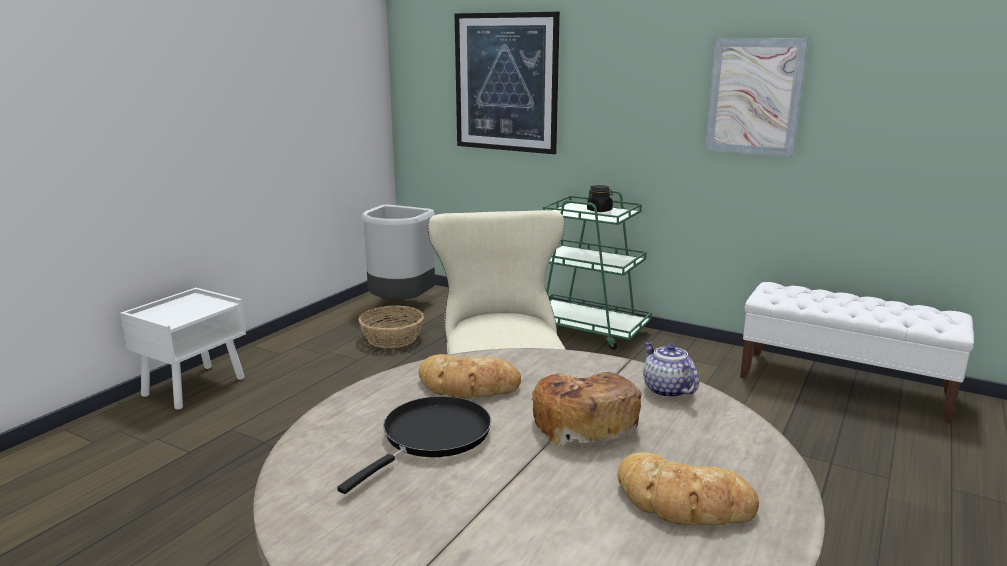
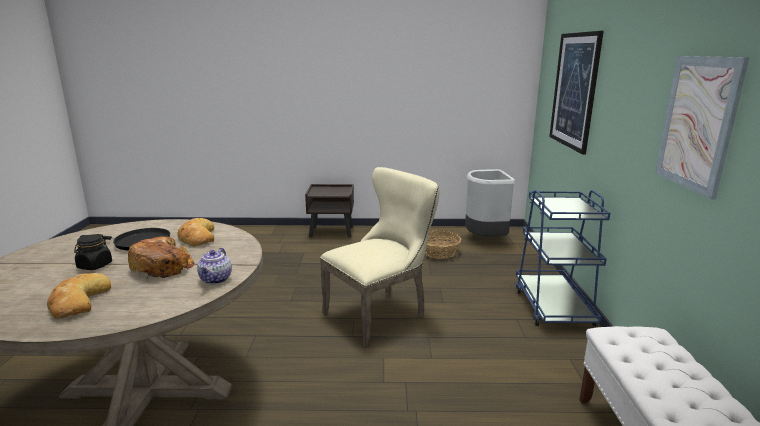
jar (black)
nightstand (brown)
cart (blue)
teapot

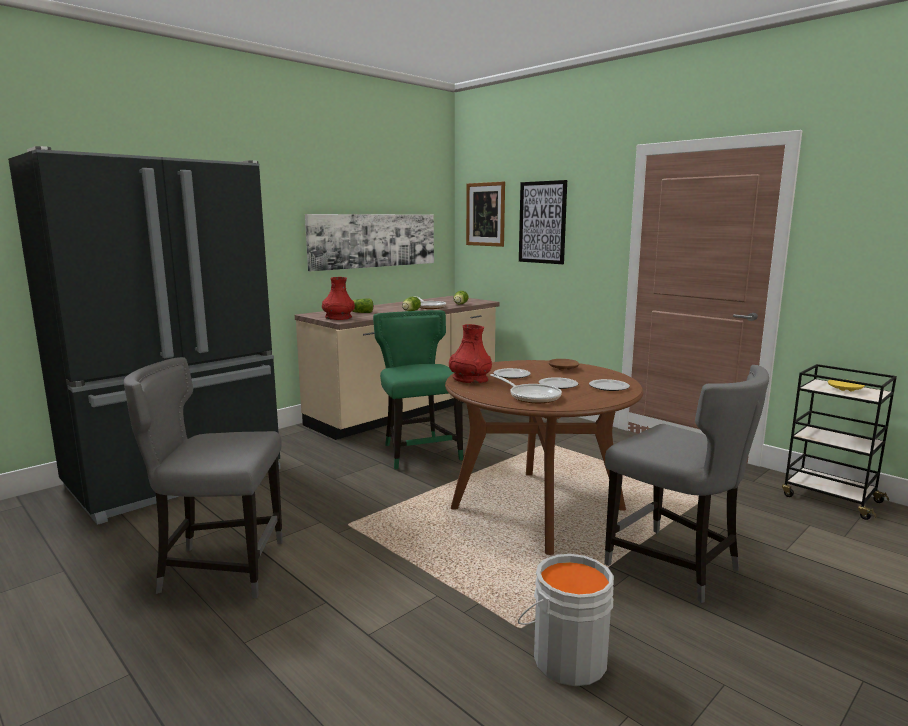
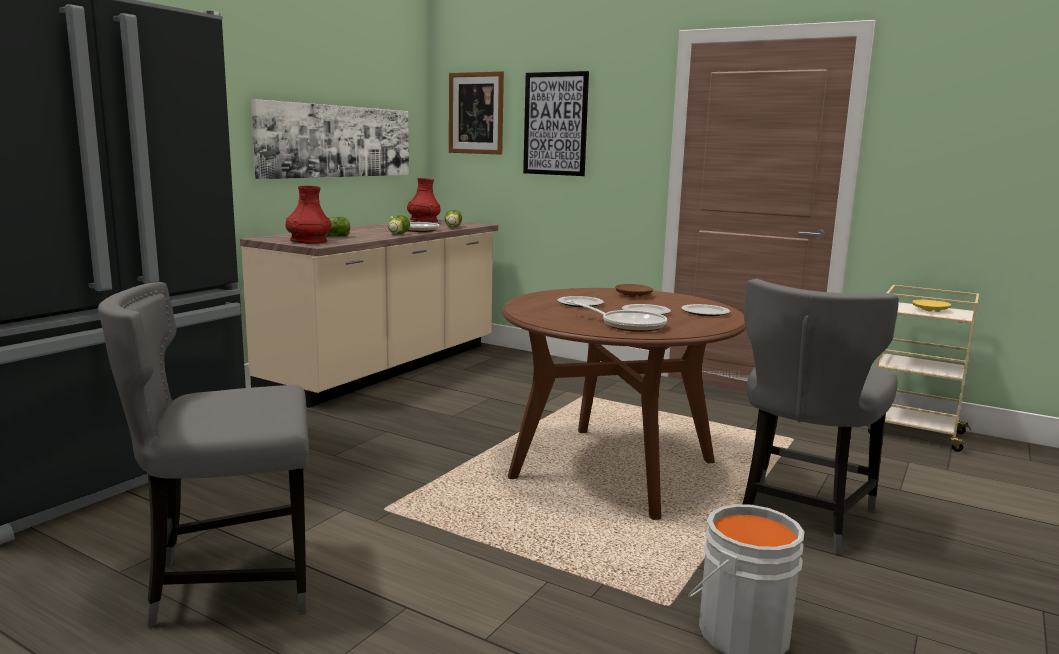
chair (green)
vase (red) (2nd from left)
cart (beige)
chair (grey) (2nd from left)

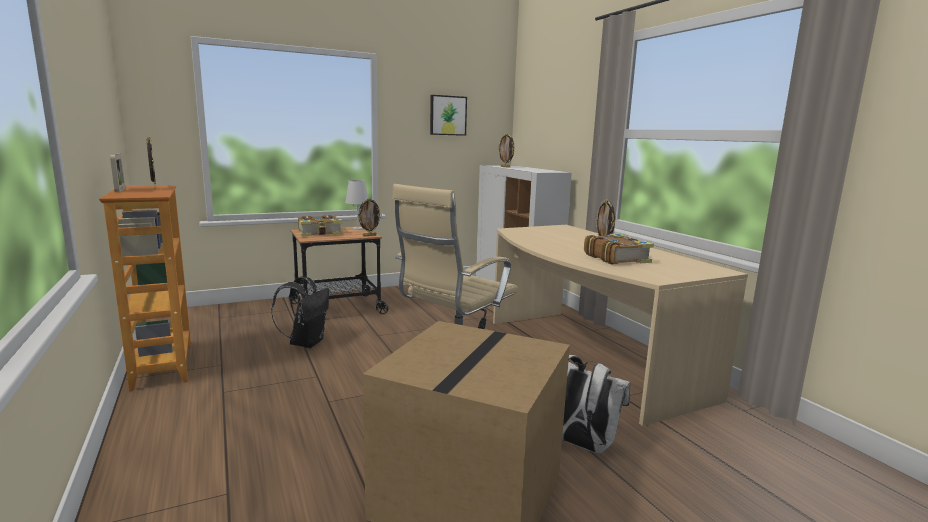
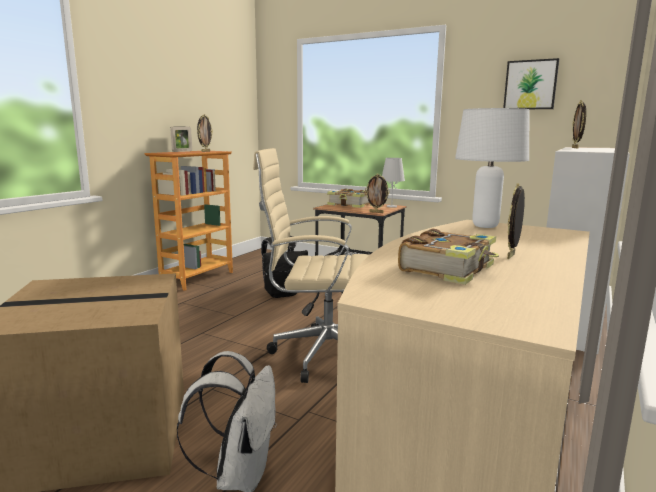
table lamp (white) (2nd from left)

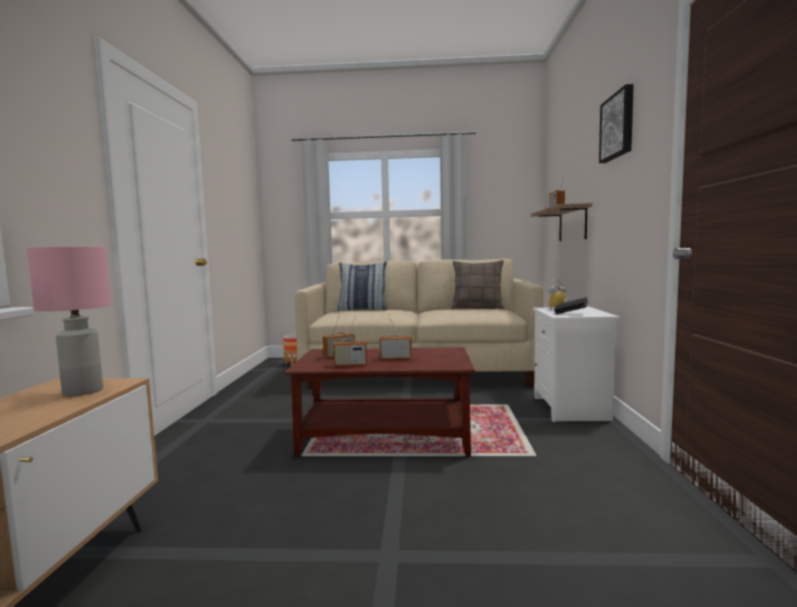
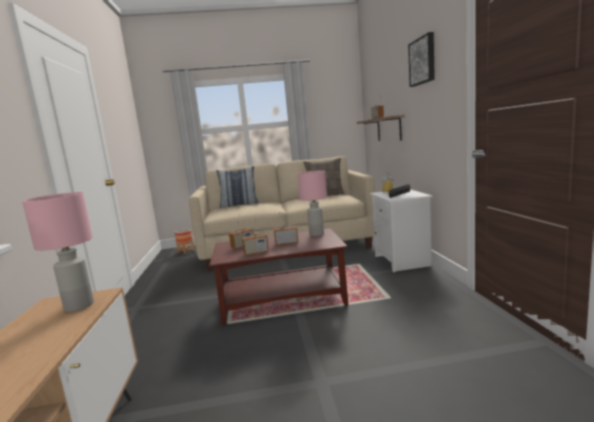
table lamp (pink) (2nd from left)

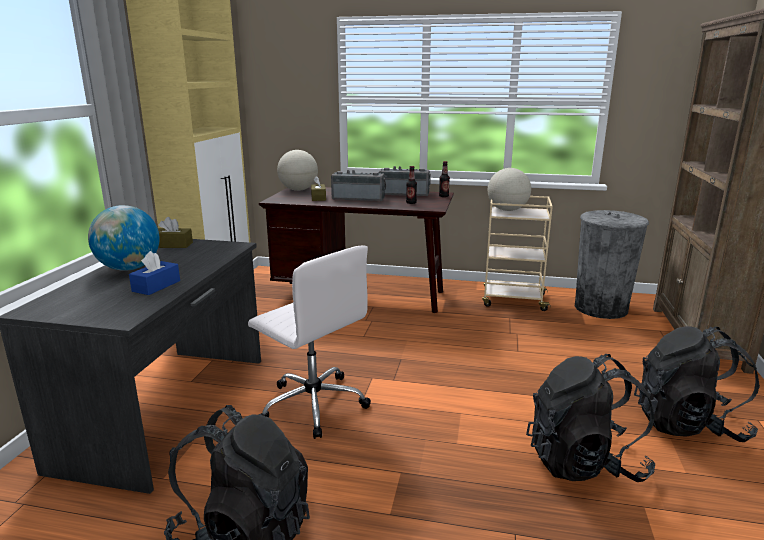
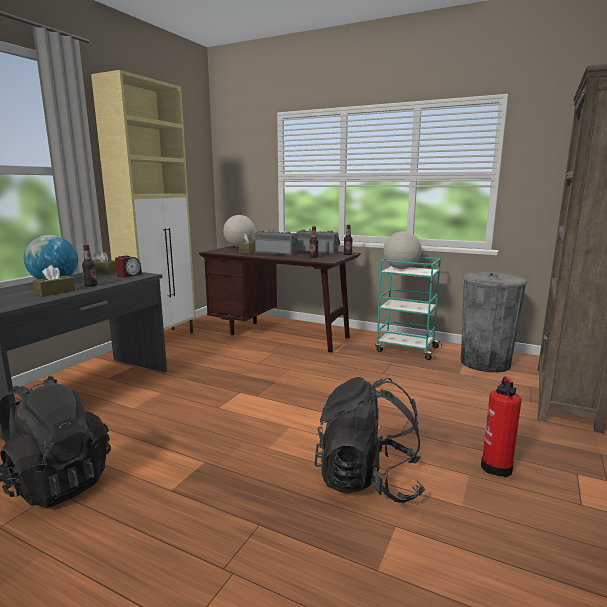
office chair (white)
bottle (1st from left)
alarm clock
fire extinguisher
tissue box (brown) (1st from left)
cart (turquoise)

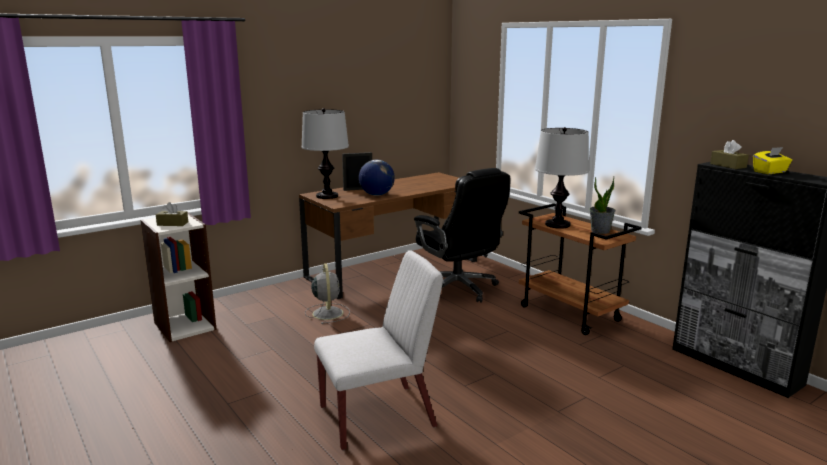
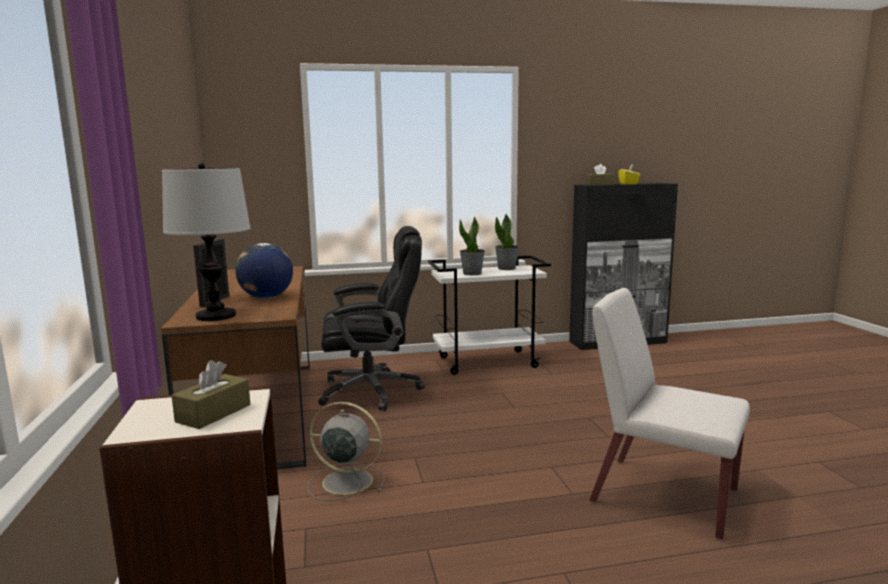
potted plant (1st from left)
cart (white)
chair (white)

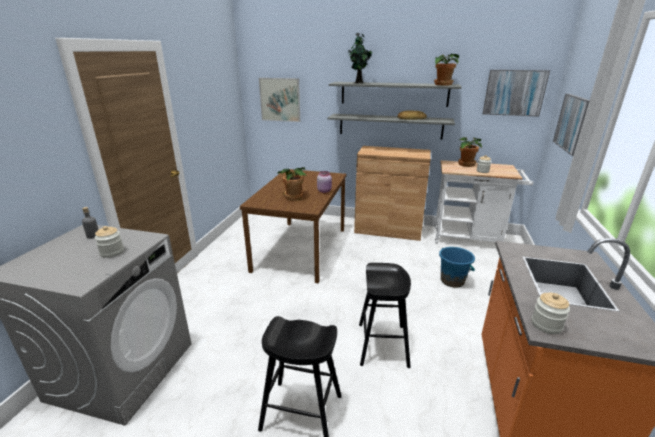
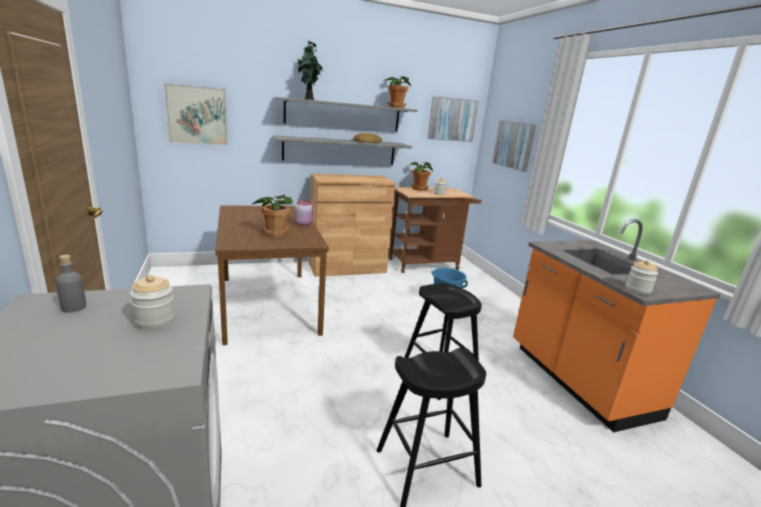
cart (brown)

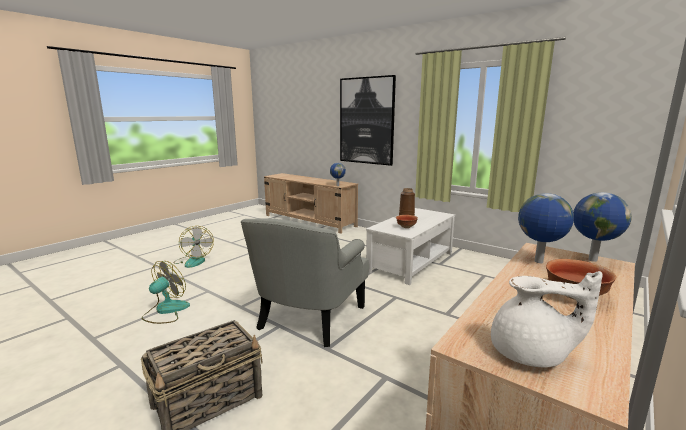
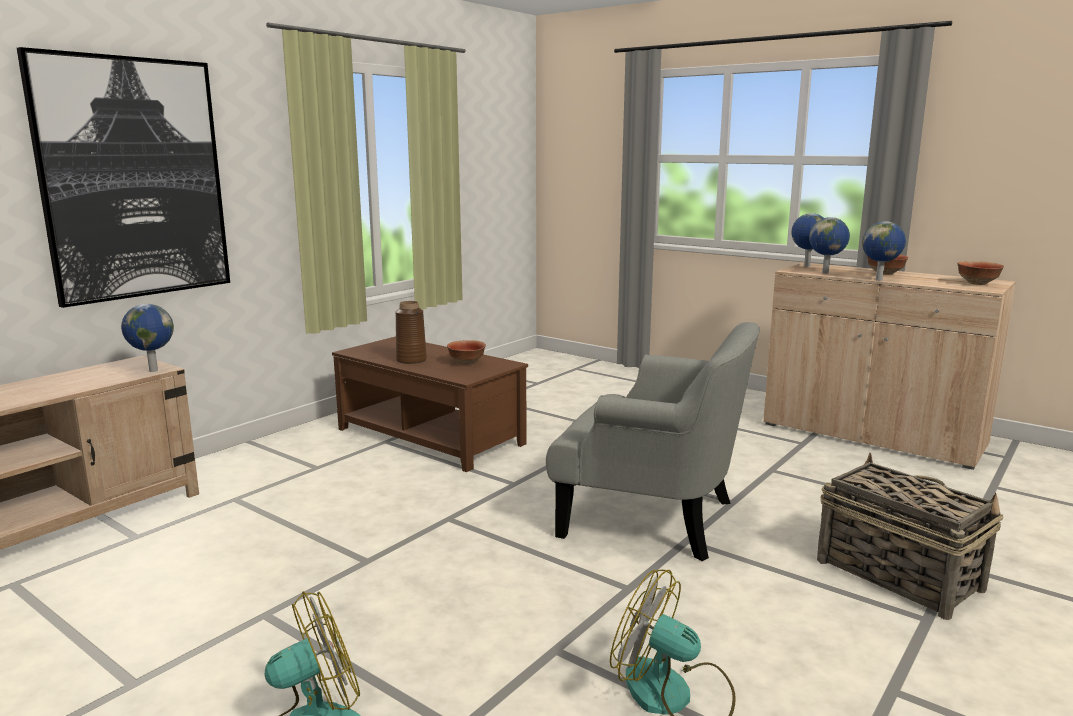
globe (4th from left)
bowl (3rd from left)
coffee table (brown)

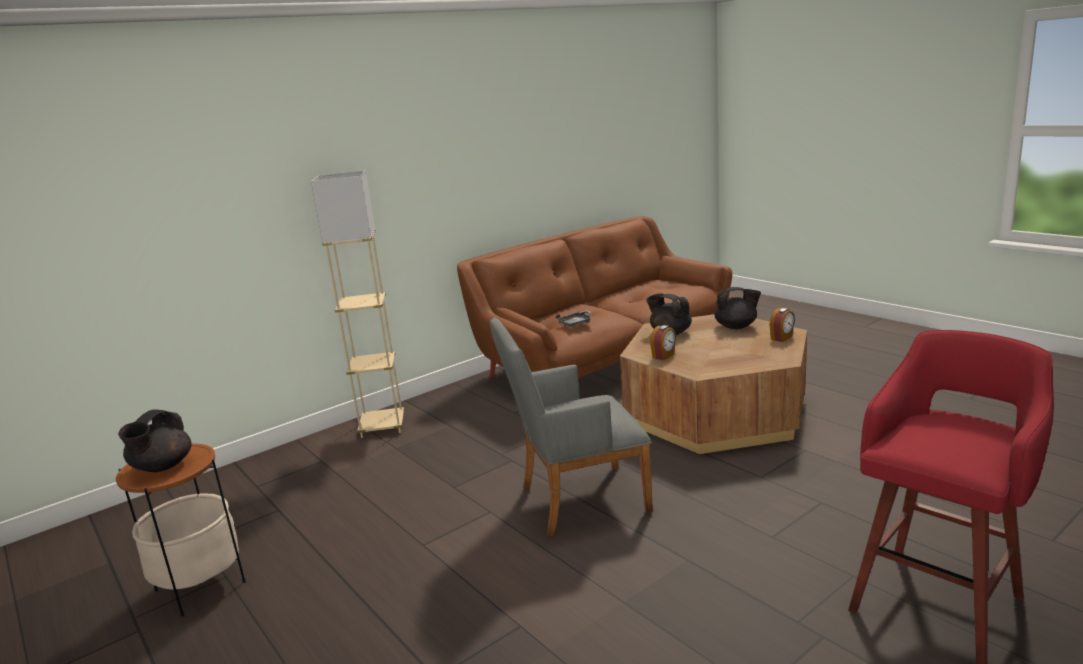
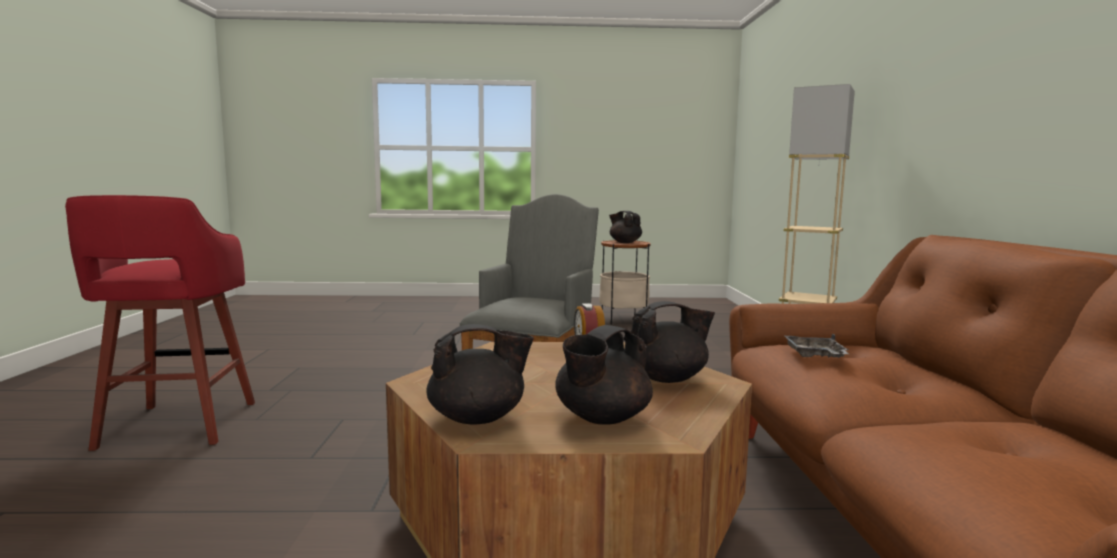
teapot (black) (1st from left)

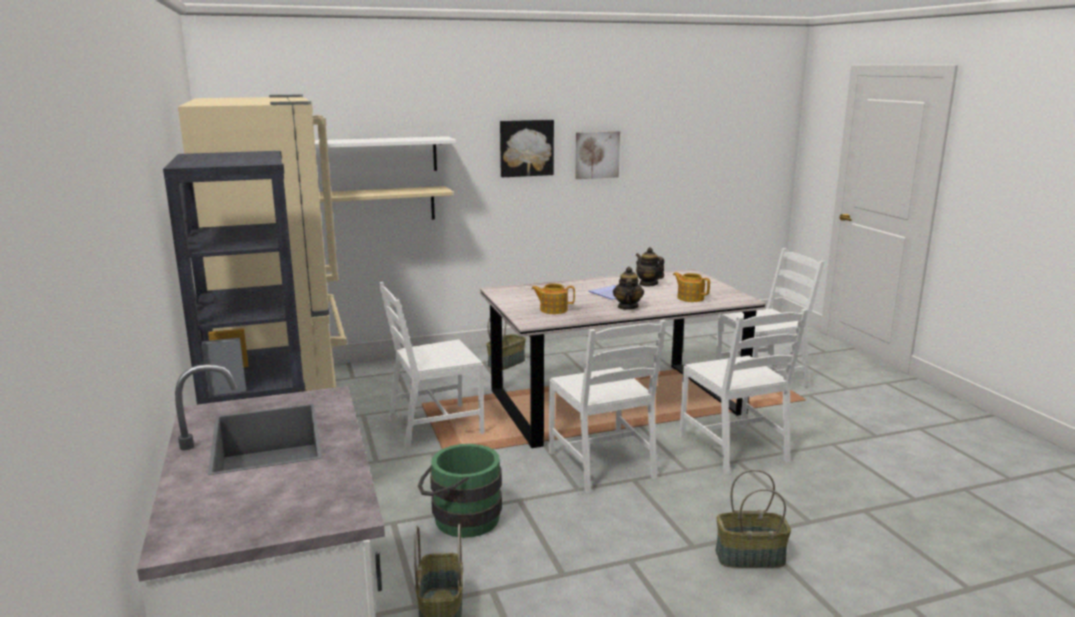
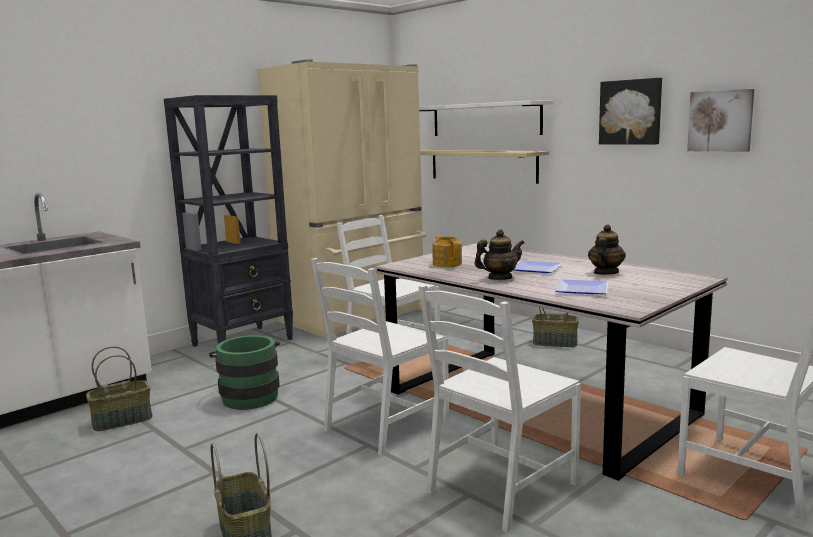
plate (2nd from left)

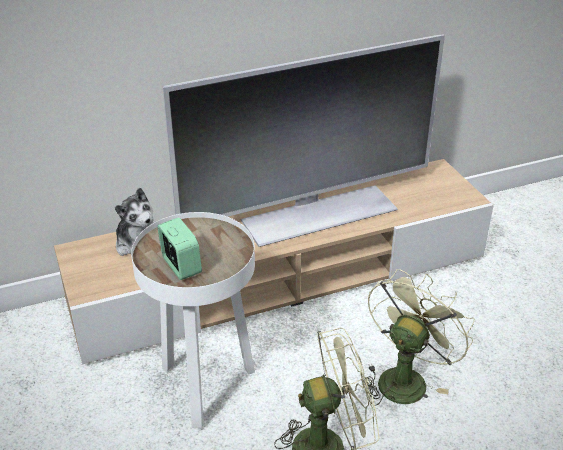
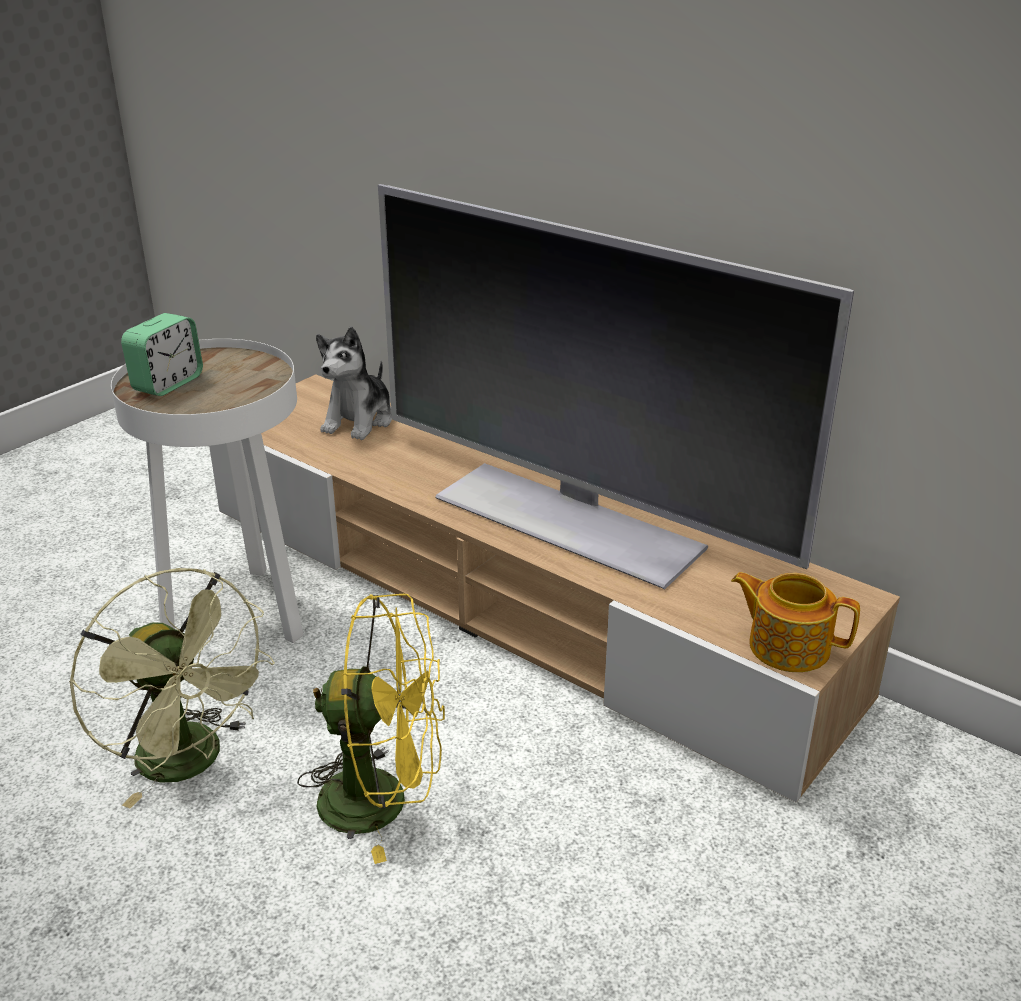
teapot
fan (yellow)

